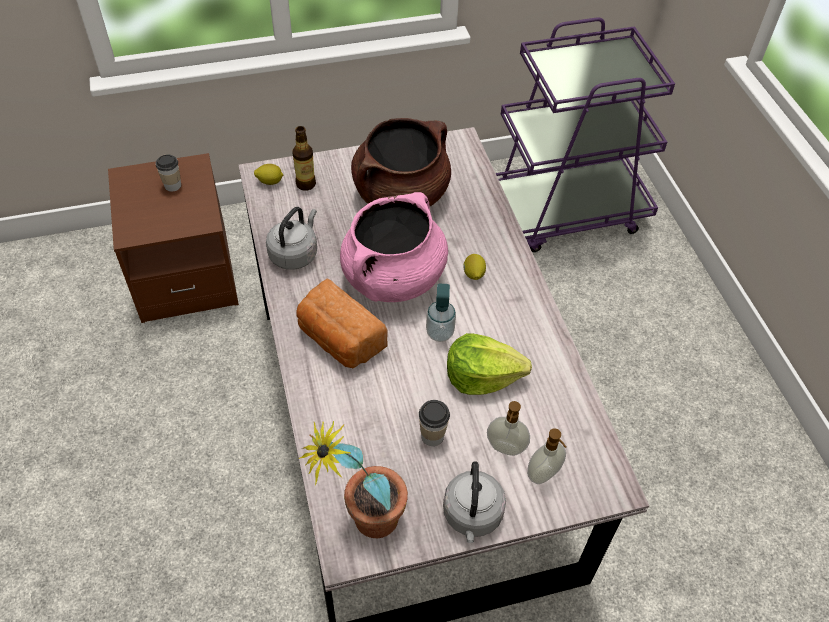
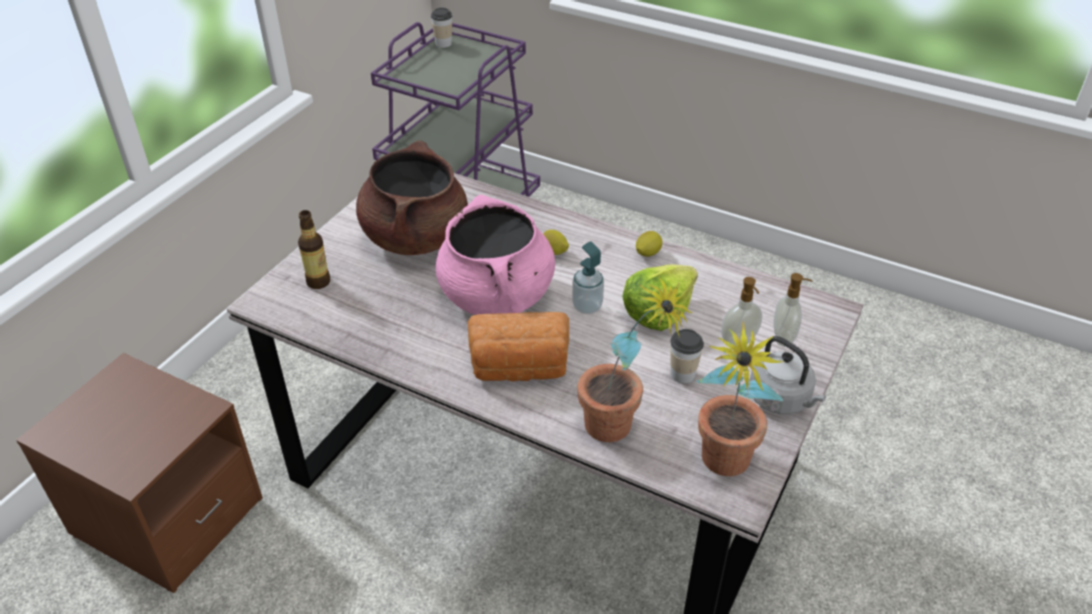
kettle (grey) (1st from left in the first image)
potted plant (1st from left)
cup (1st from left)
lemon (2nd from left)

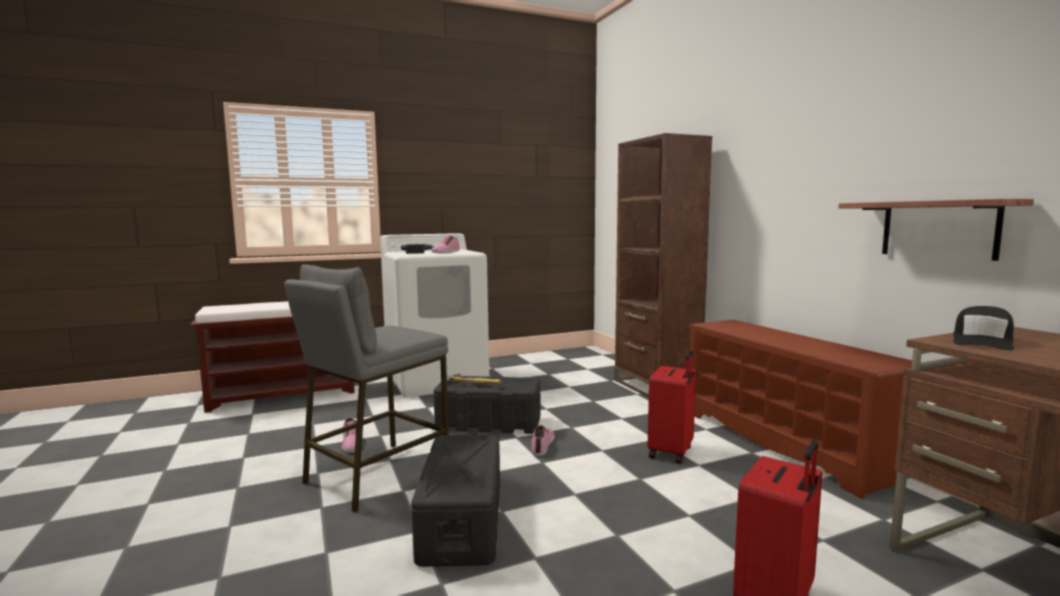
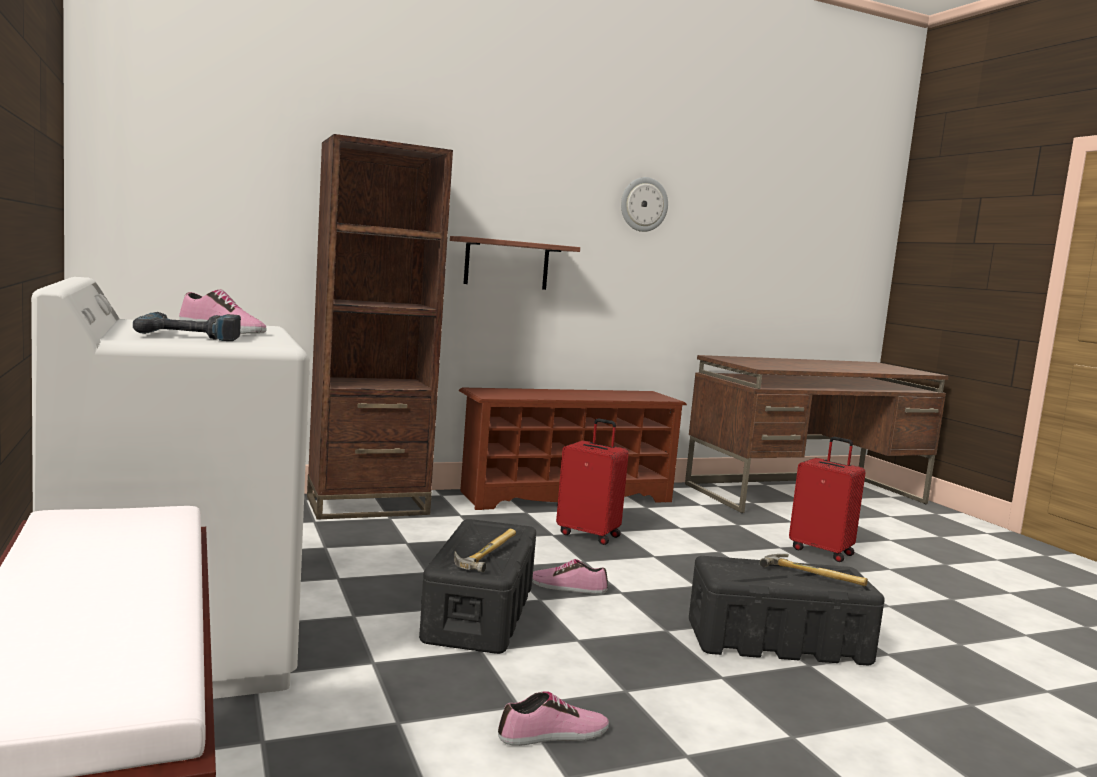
stool (grey)
cap (black)
wall clock
hammer (2nd from left)
shelf

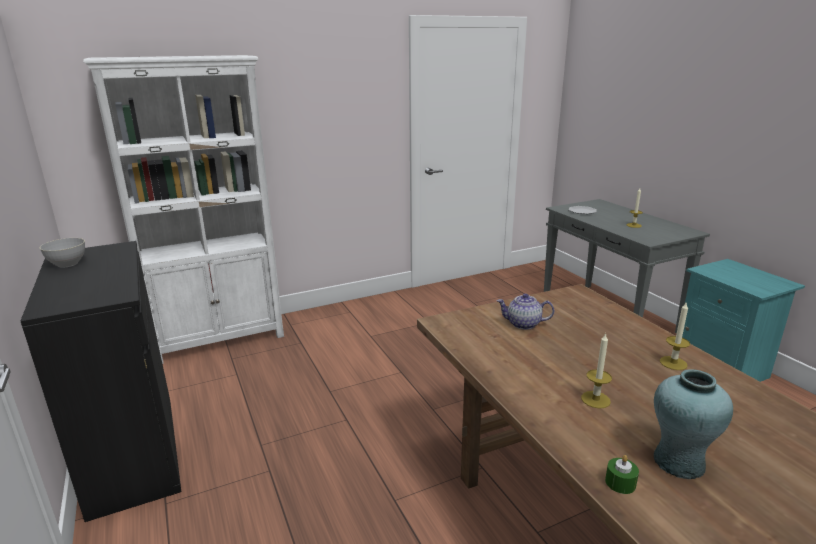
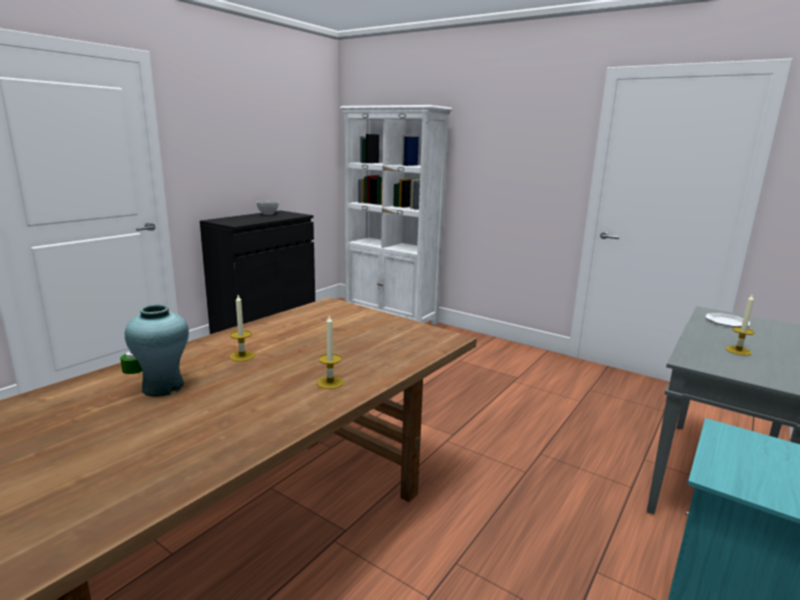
teapot

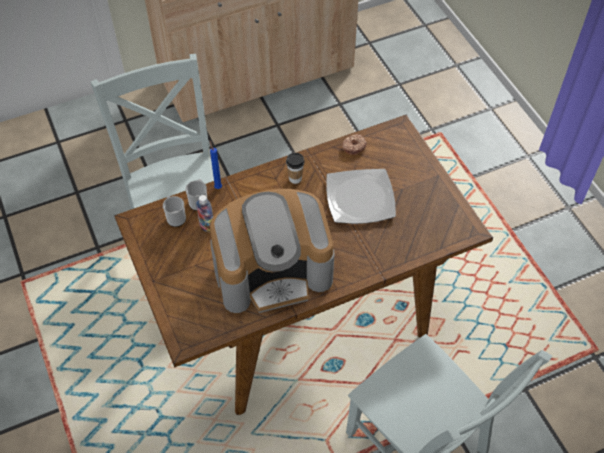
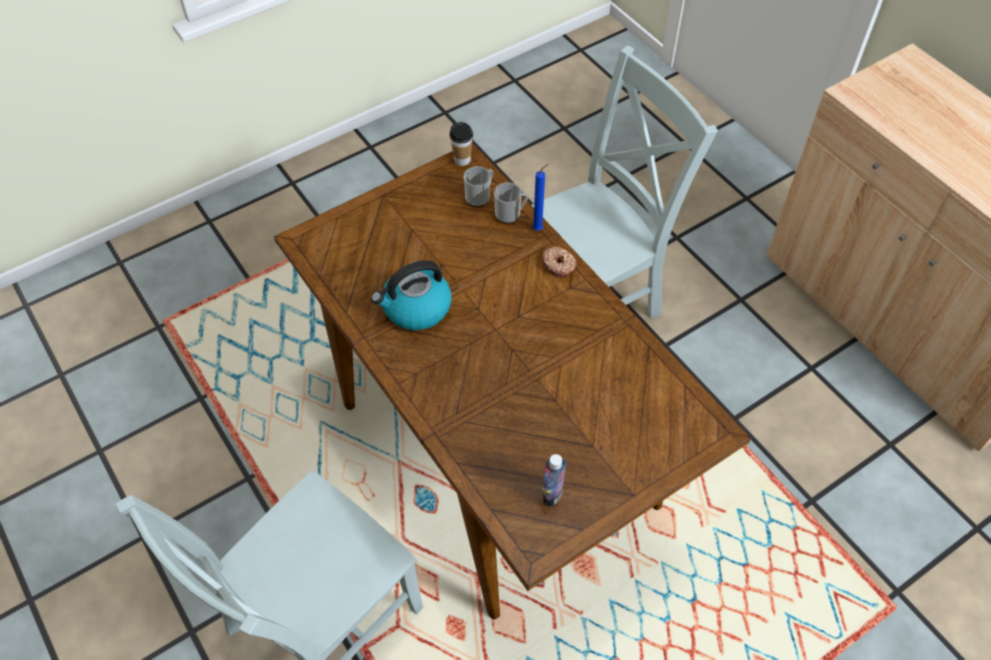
plate
bottle
cup
donut
kettle

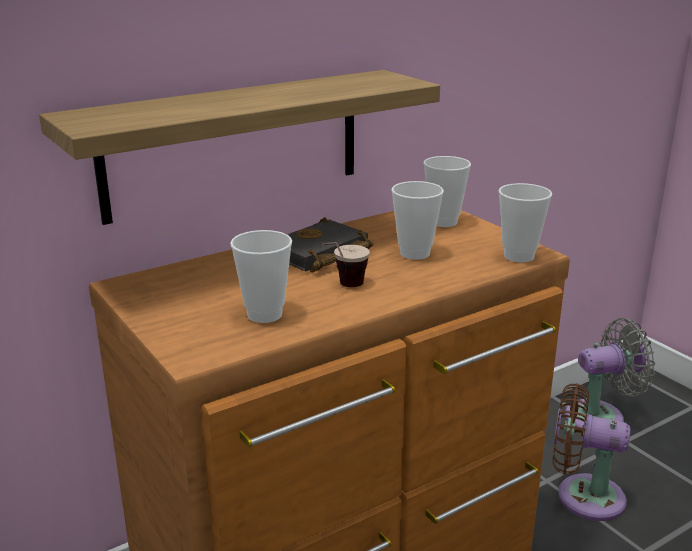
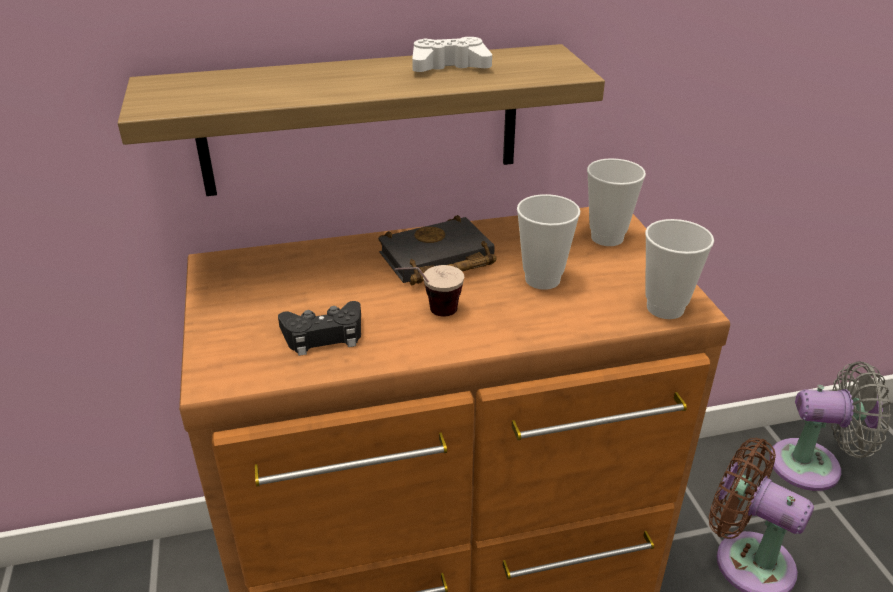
game controller (white)
game controller (black)

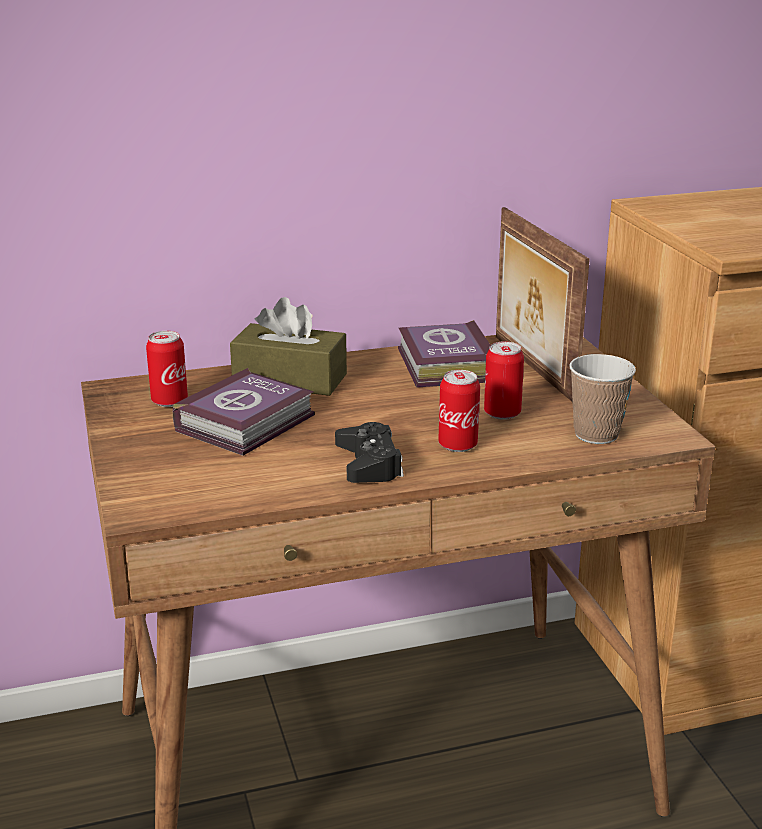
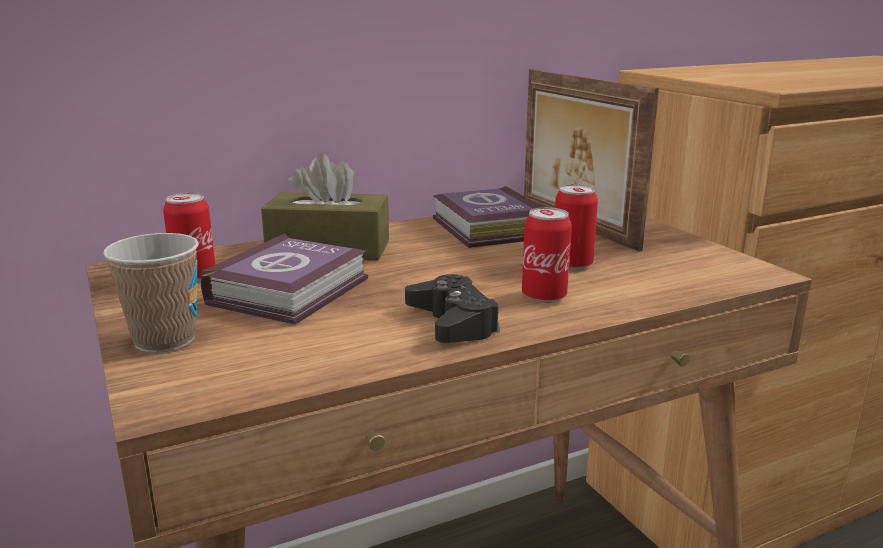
cup

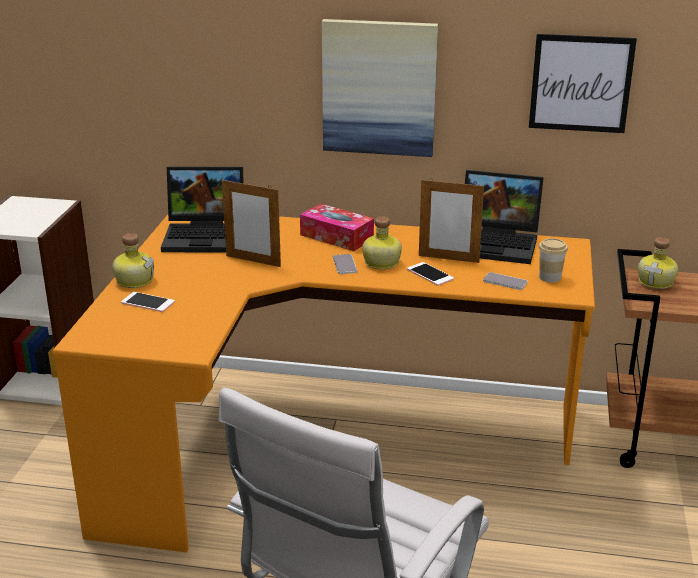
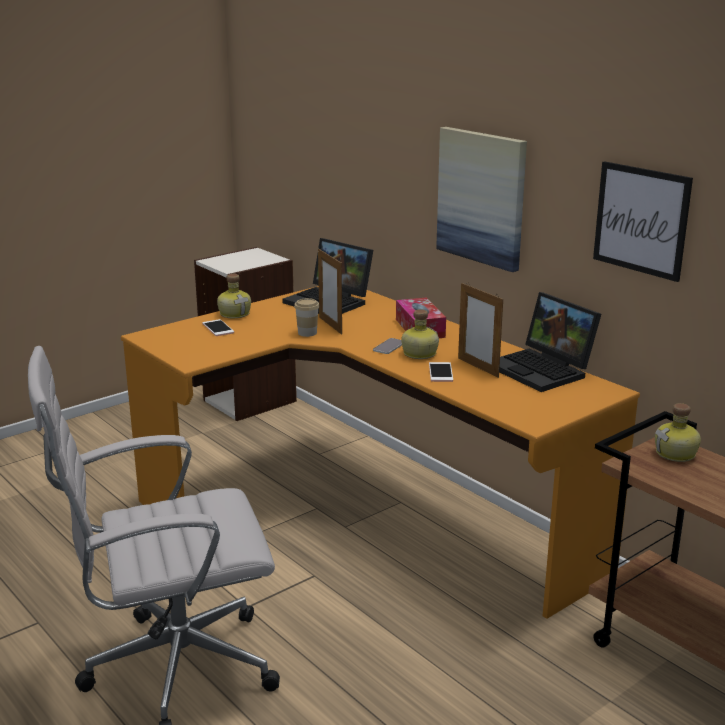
phone (4th from left in the first image)
cup

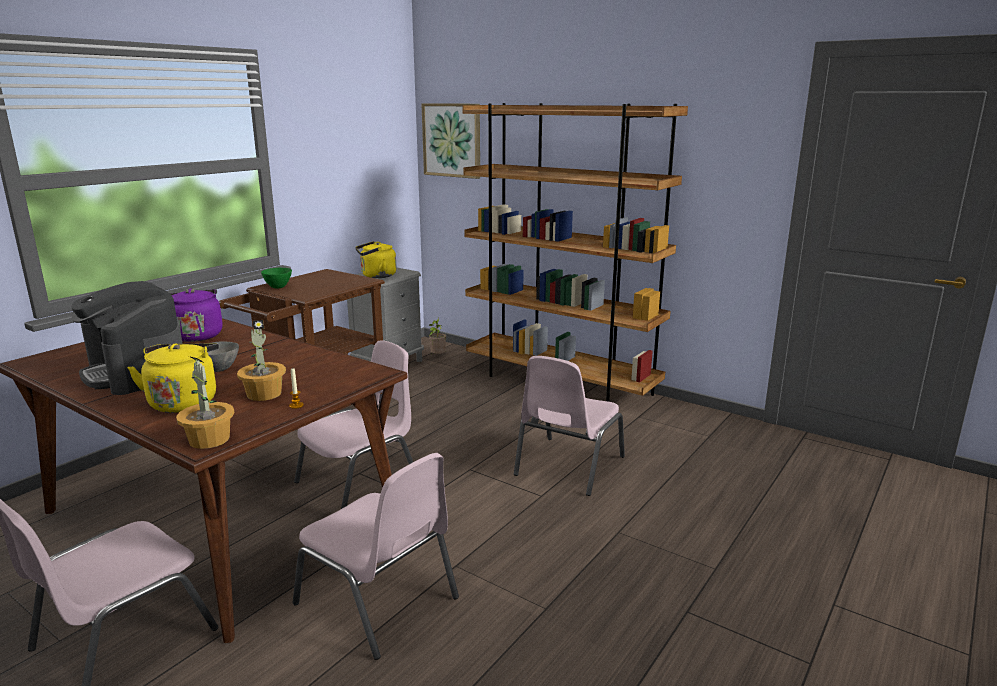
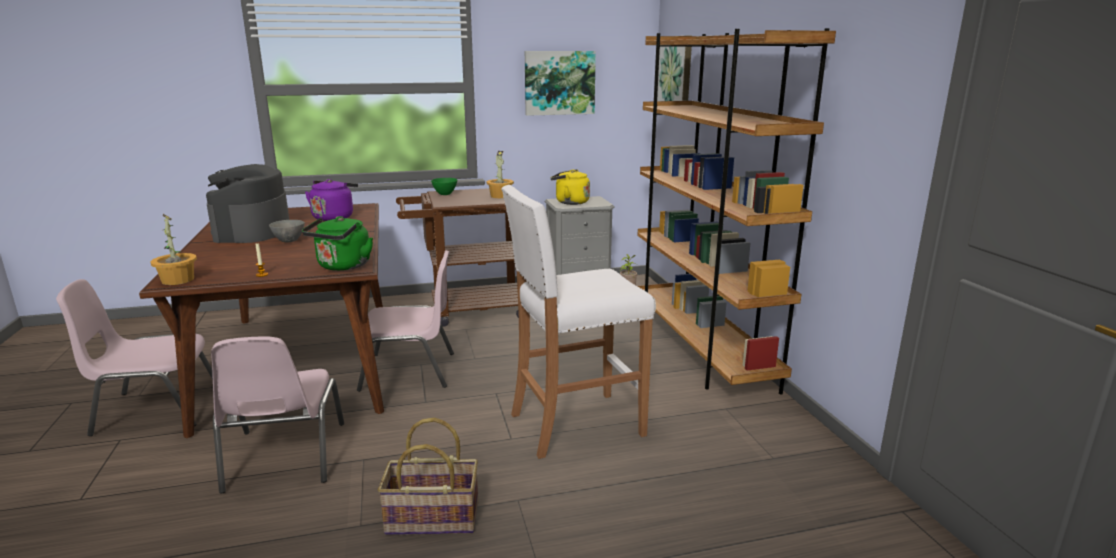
kettle (yellow) (1st from left in the first image)
kettle (green)
basket
picture (1st from left)
potted plant (2nd from left)
stool (white)

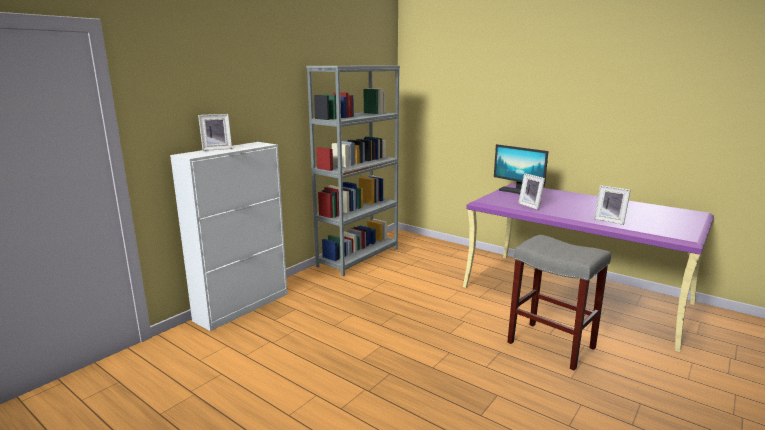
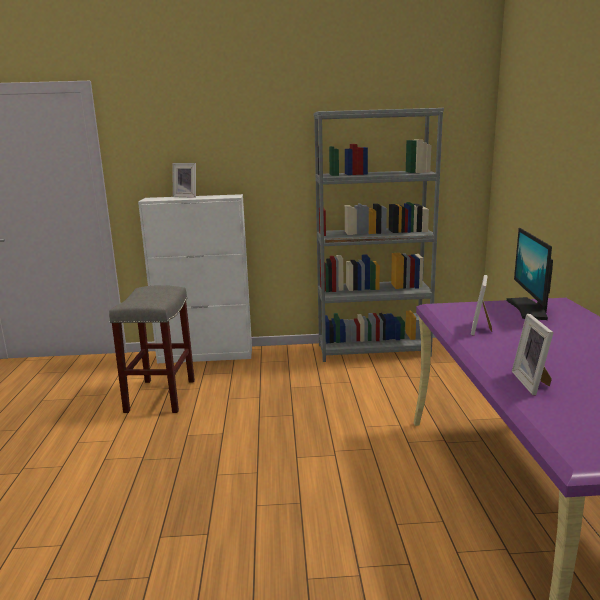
stool (grey)

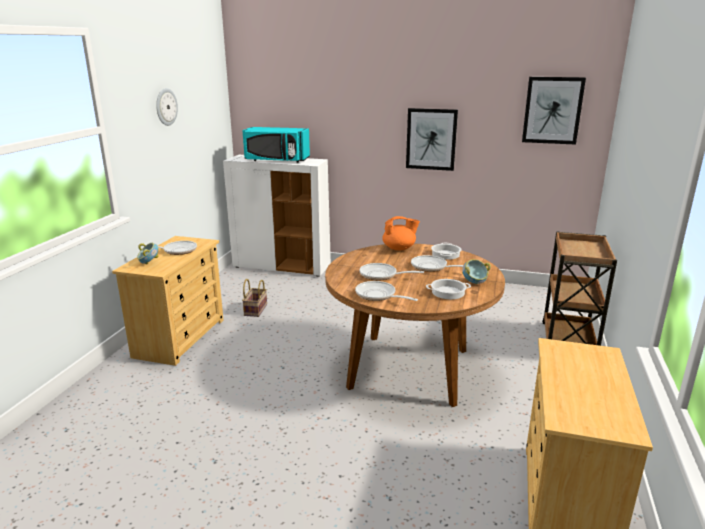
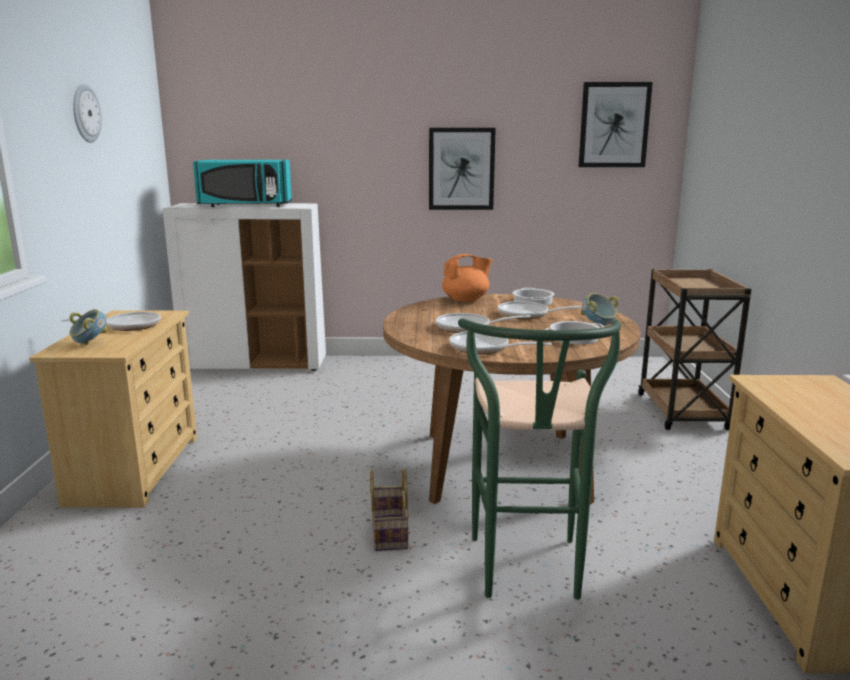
stool (green)
basket

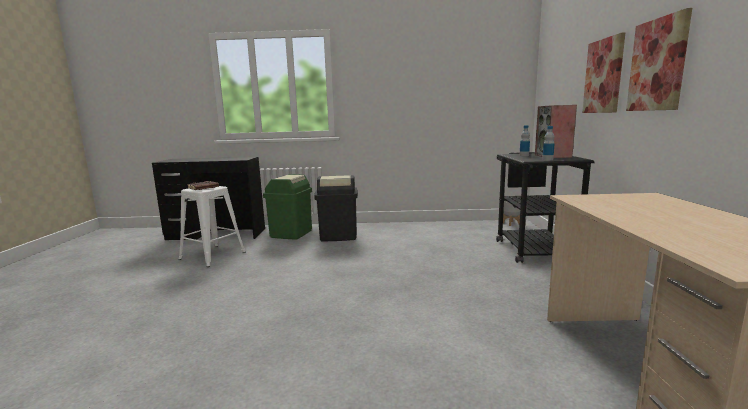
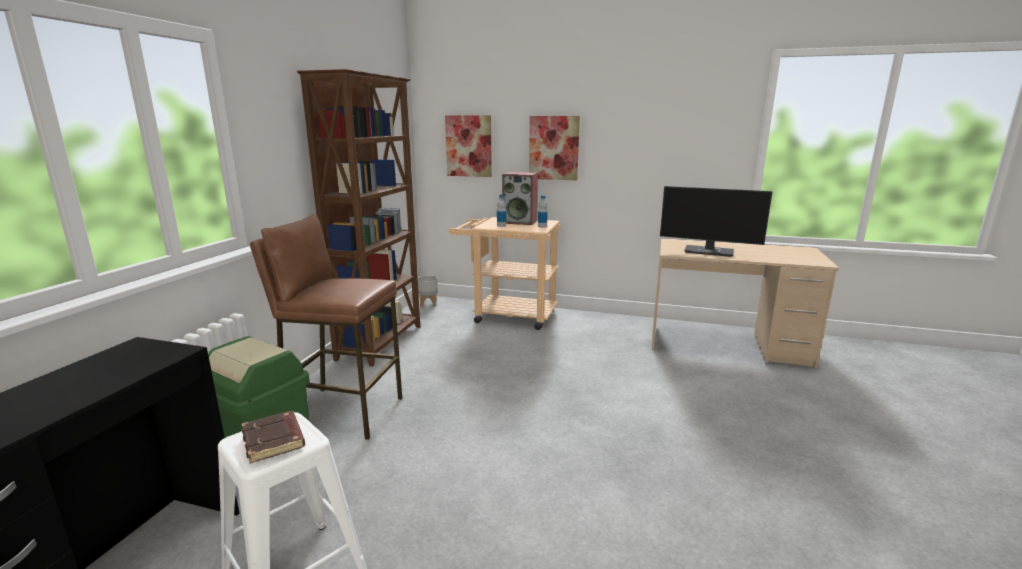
bookcase (brown)
monitor
picture (1st from left)
stool (brown)
cart (beige)

